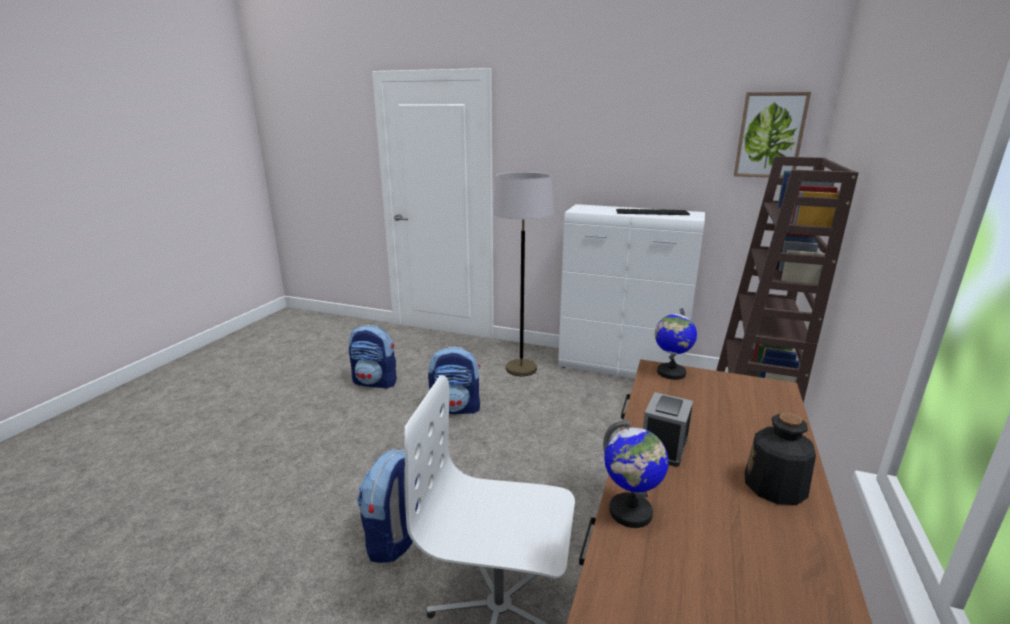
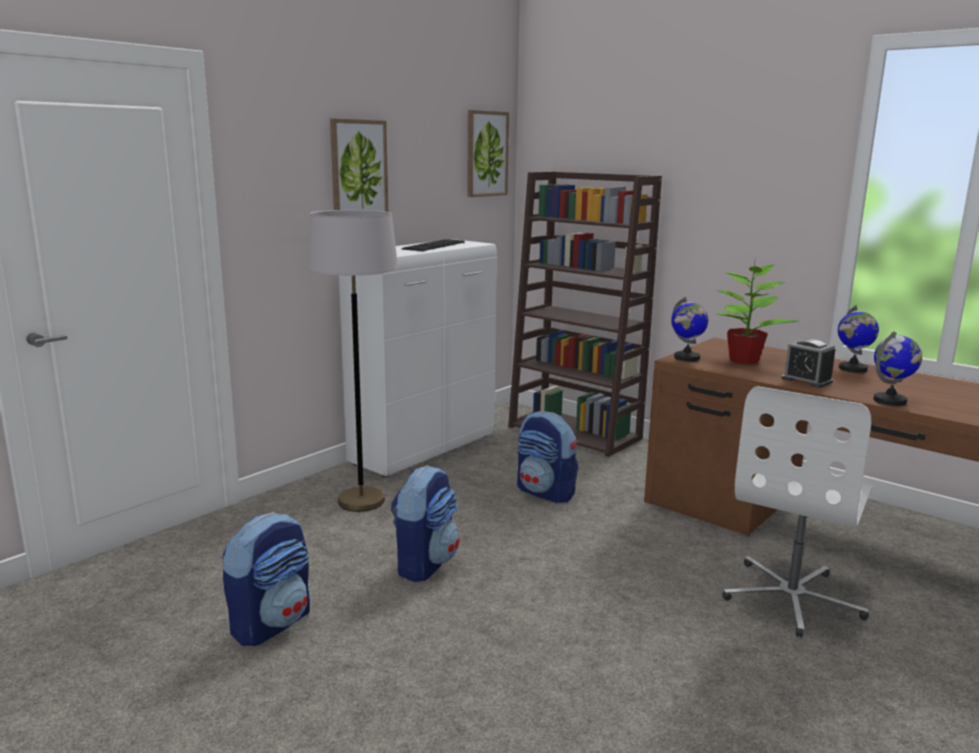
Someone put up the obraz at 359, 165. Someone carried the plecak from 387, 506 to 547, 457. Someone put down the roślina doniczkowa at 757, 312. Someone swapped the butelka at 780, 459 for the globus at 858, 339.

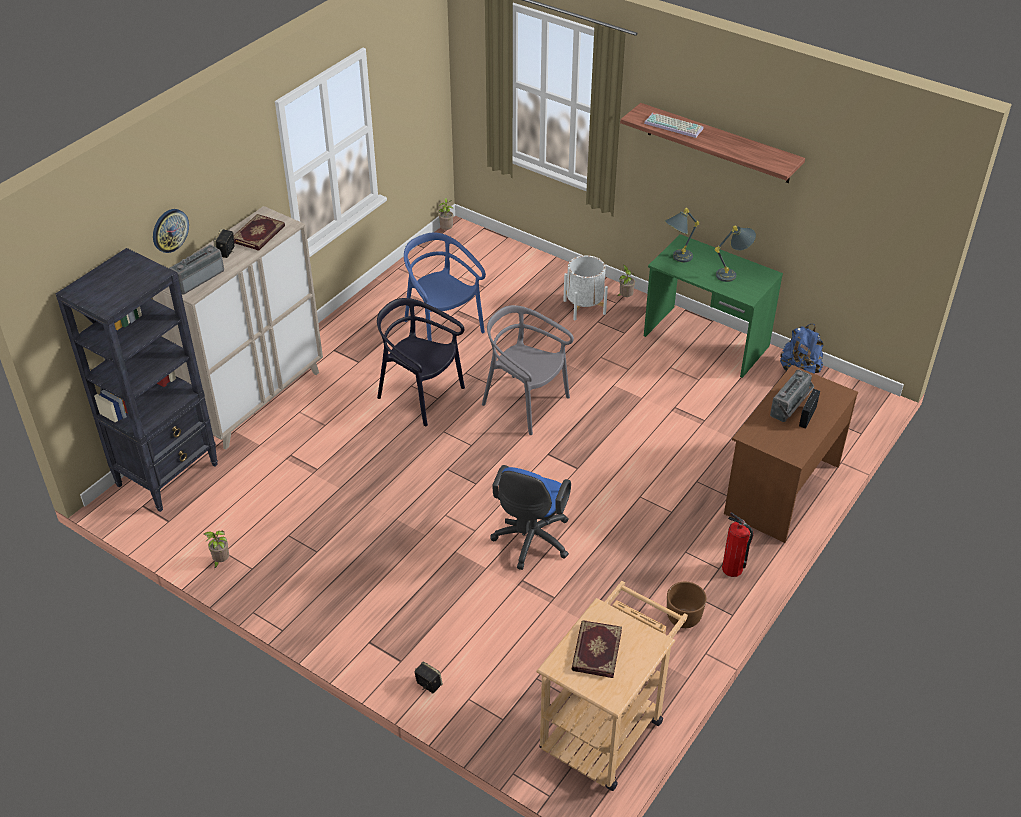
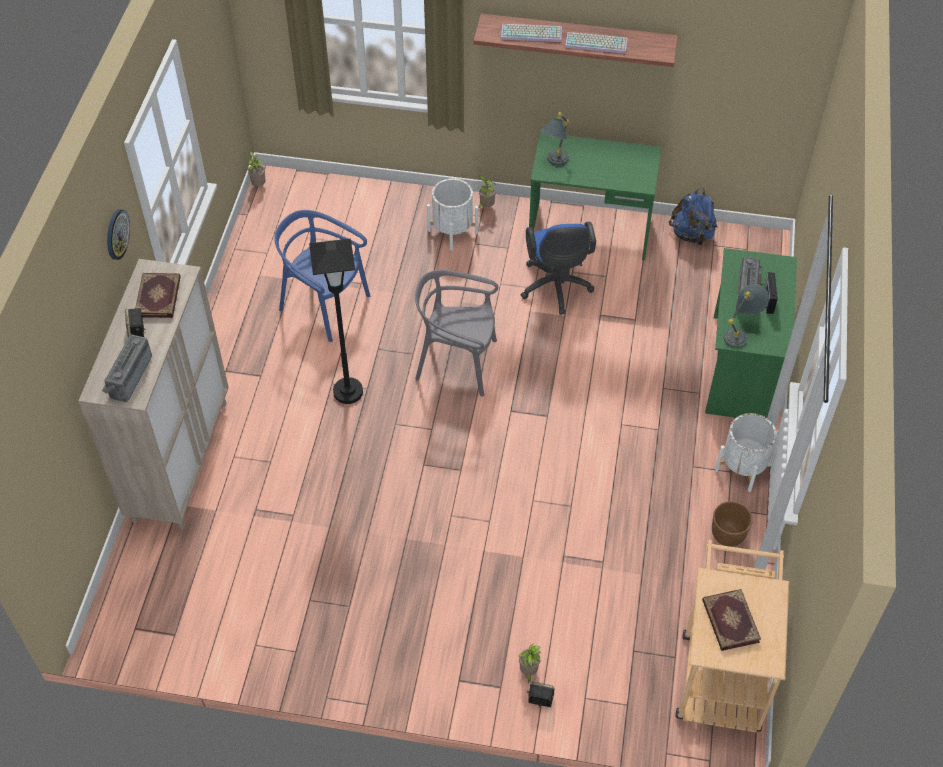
Someone carried the zegar ścienny from 171, 231 to 118, 234. Someone swapped the krzesło/czarny at 421, 362 for the lampa stojąca/czarny at 336, 321. Someone carried the roślina doniczkowa from 216, 550 to 529, 663. Someone carried the krzesło biurowe/niebieski from 531, 517 to 558, 268. Someone put down the klawiatura at 596, 43. Someone repainted the biurko/brązowy at 791, 454, which became the biurko/zielony at 751, 333. Someone swapped the gaśnica at 738, 544 for the donica/biały at 746, 452. Someone carried the lampa stołowa/szary from 735, 254 to 746, 316. Someone took away the regał/czarny at 137, 380.

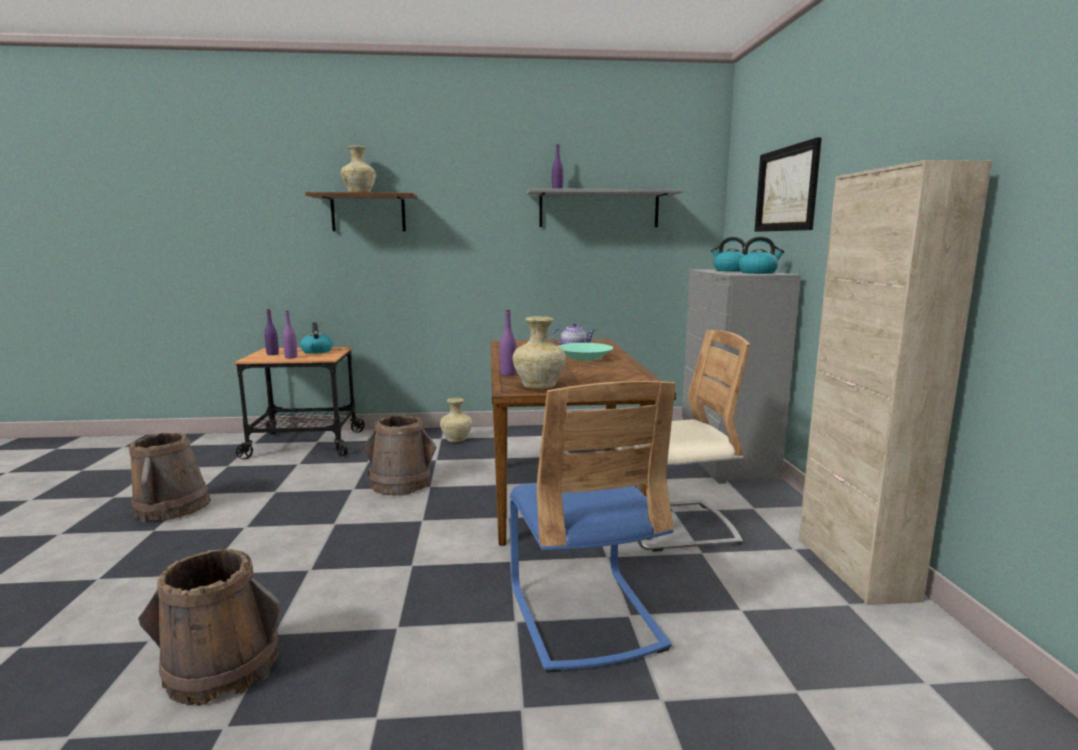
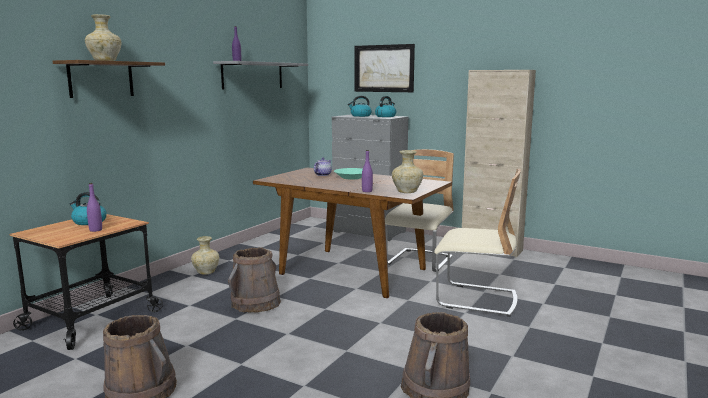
Someone repainted the krzesło/niebieski at 593, 526, which became the krzesło/beżowy at 477, 243. Someone took away the butelka/fioletowy at 271, 332.

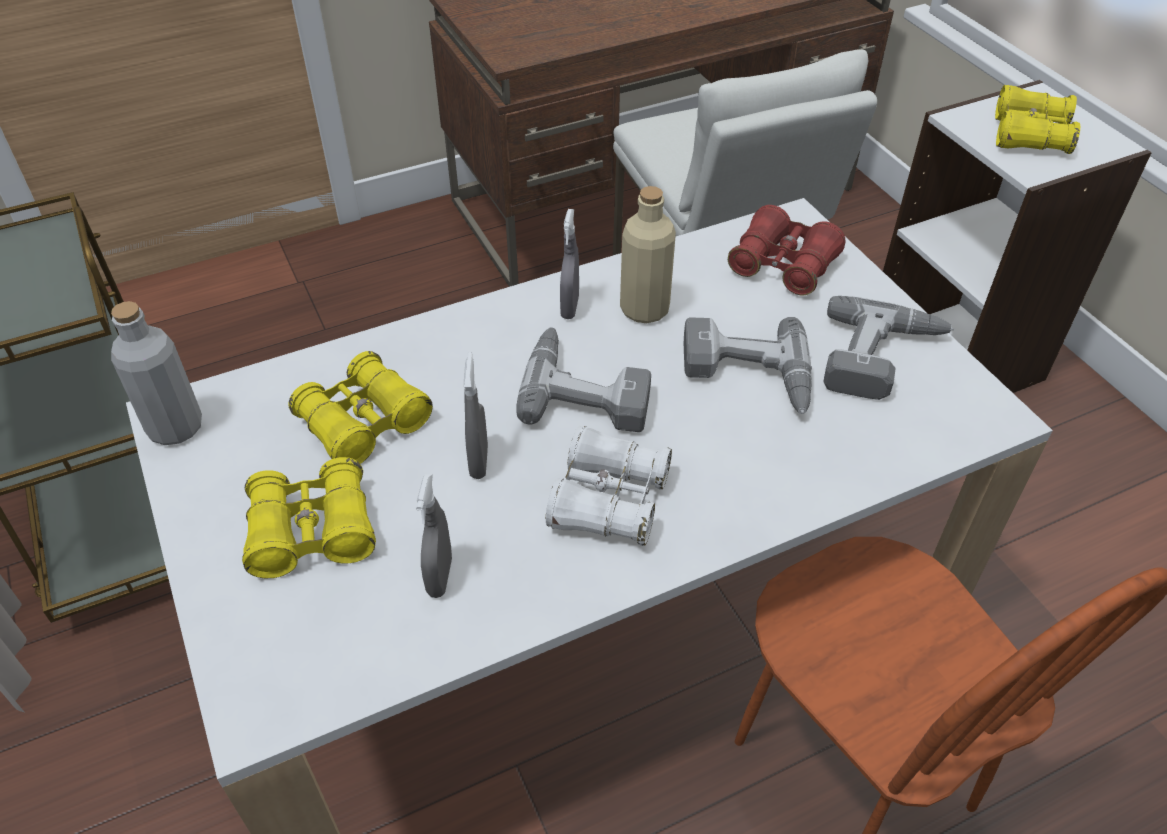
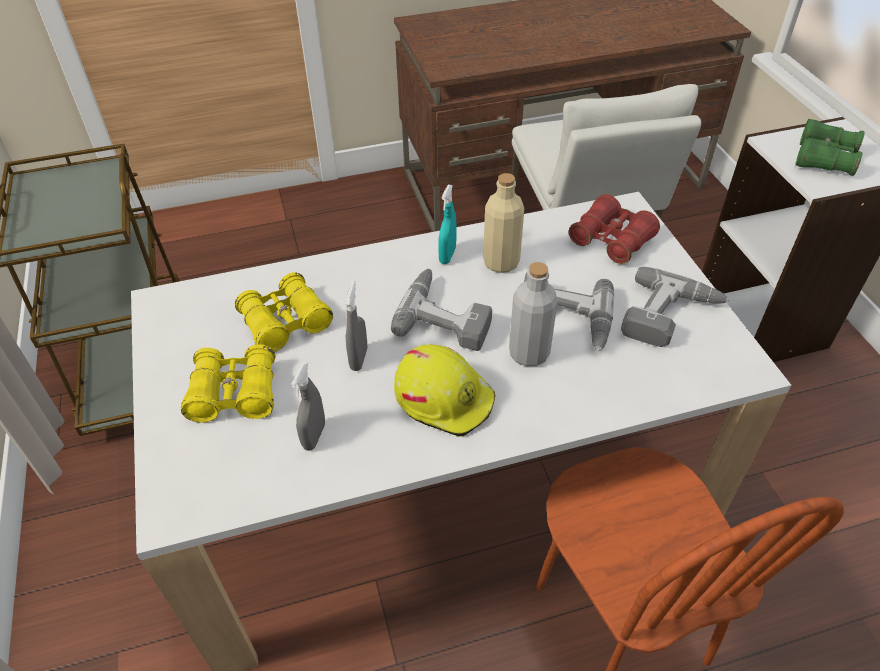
Someone swapped the lornetka/biały at 609, 486 for the kask/żółty at 445, 390. Someone repainted the spryskiwacz/szary at 569, 264, which became the spryskiwacz/turkusowy at 447, 224. Someone carried the butelka/szary from 156, 373 to 533, 314. Someone repainted the lornetka/żółty at 1037, 119, which became the lornetka/zielony at 830, 147.

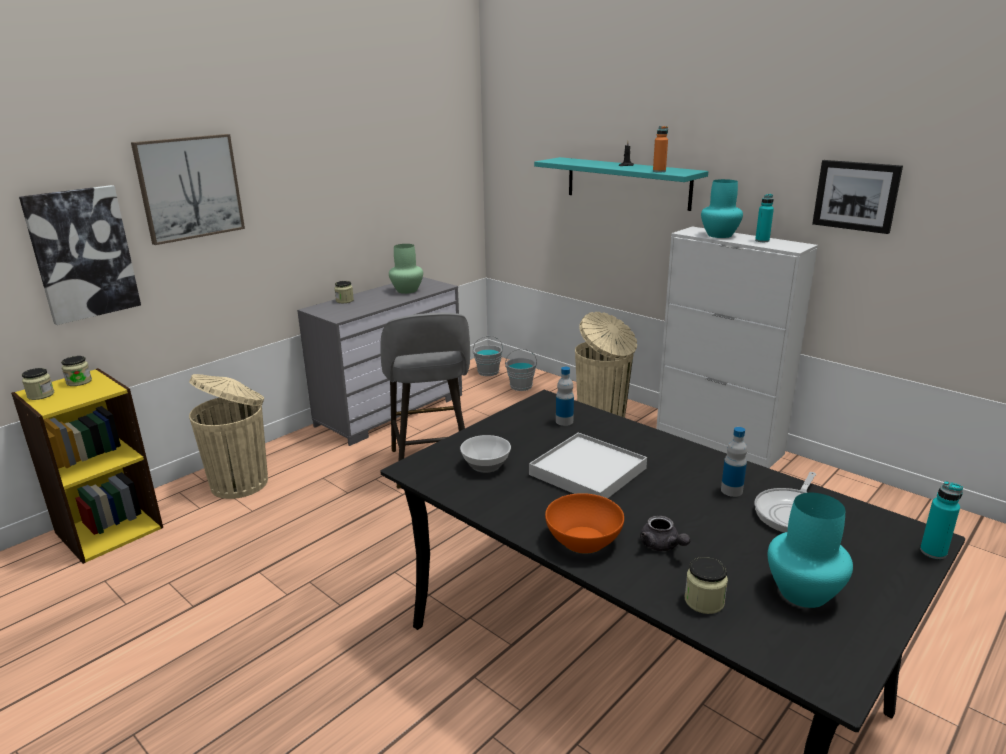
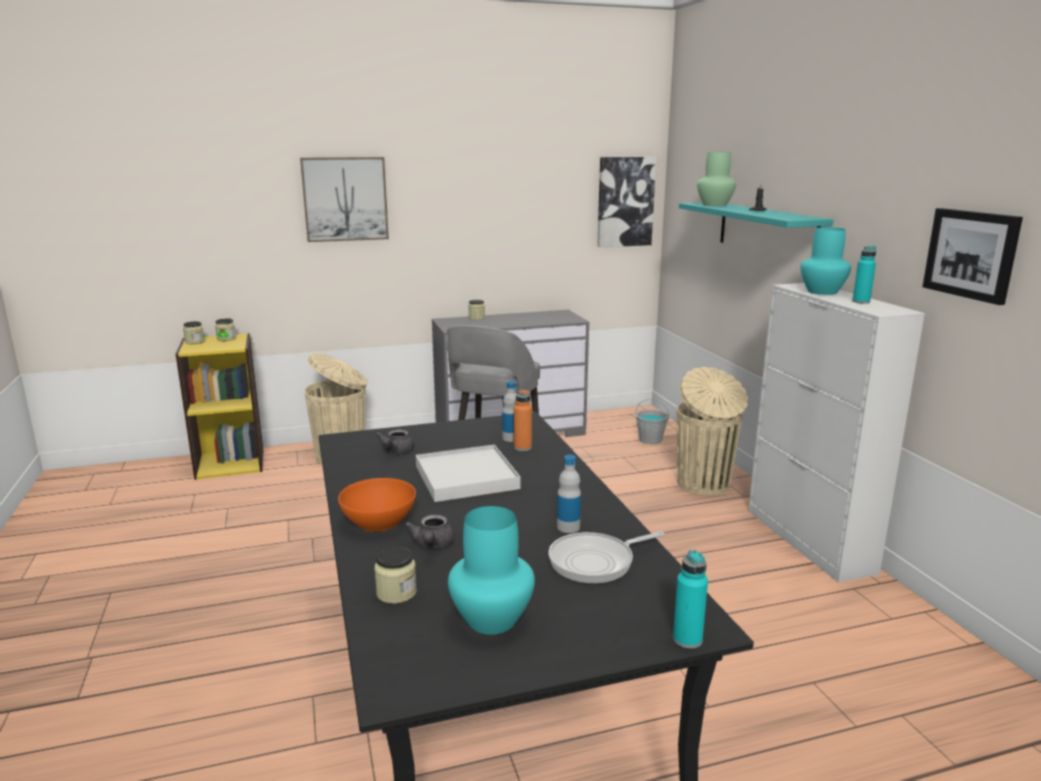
Someone swapped the miska at 485, 454 for the imbryk/szary at 395, 441. Someone carried the butelka/pomarańczowy from 660, 149 to 523, 420. Someone carried the obraz from 80, 255 to 626, 202. Someone carried the wazon/zielony from 406, 269 to 716, 179. Someone took away the wiadro/szary at 488, 356.

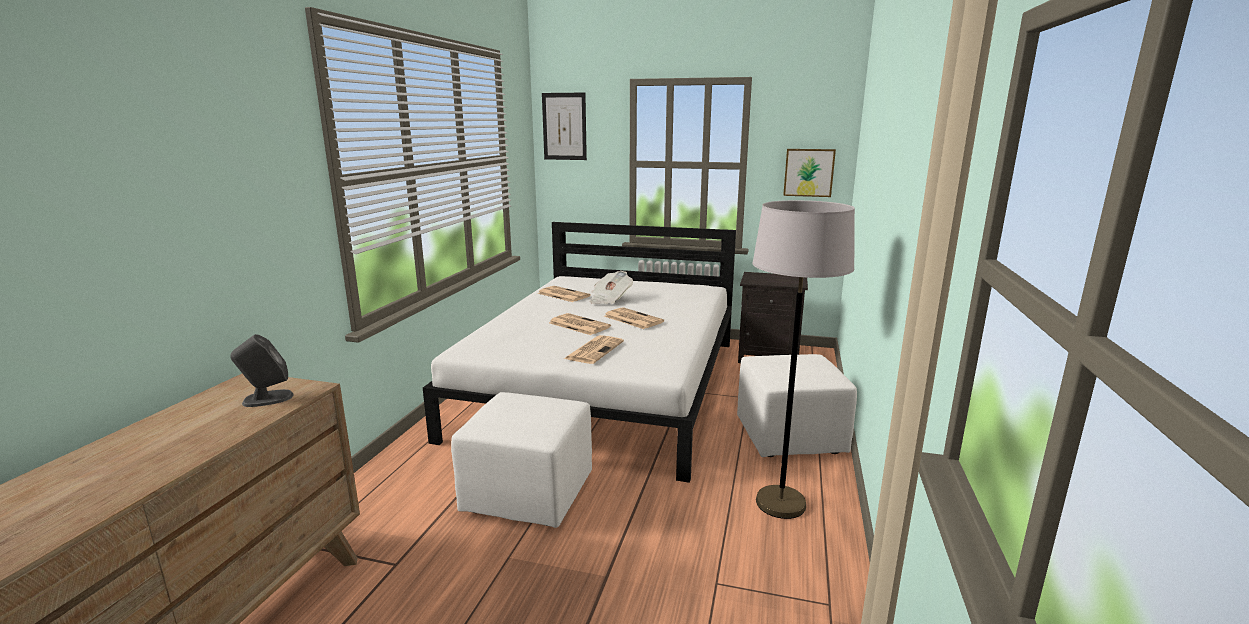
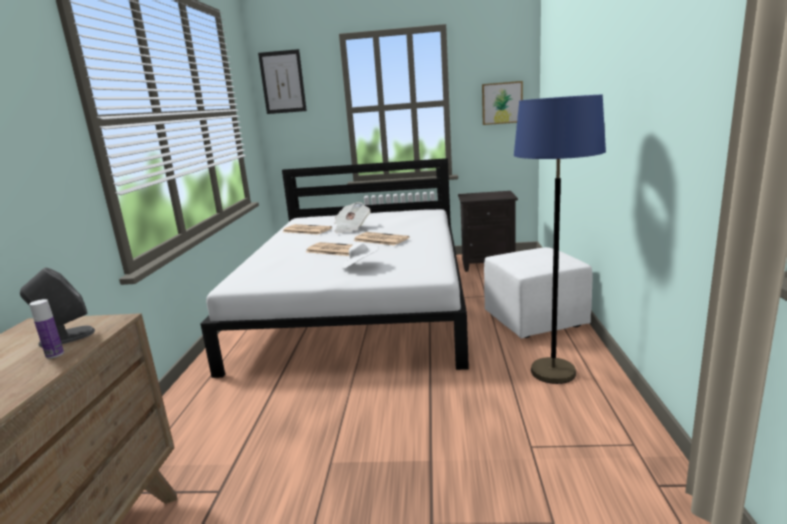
Someone put down the butelka at 46, 329. Someone swapped the gazeta at 594, 349 for the kapelusz/biały at 360, 255. Someone repainted the lampa stojąca/szary at 804, 359, which became the lampa stojąca/niebieski at 560, 239. Someone took away the pufa/biały at 521, 460.

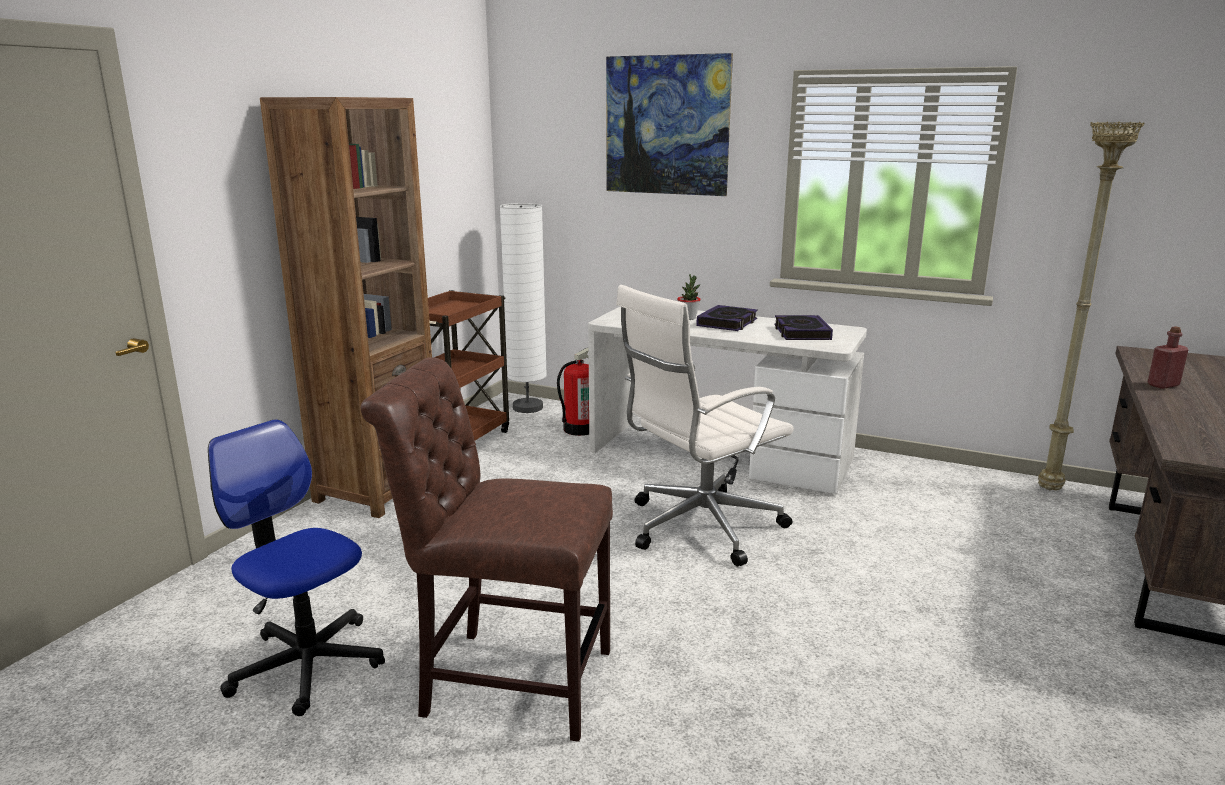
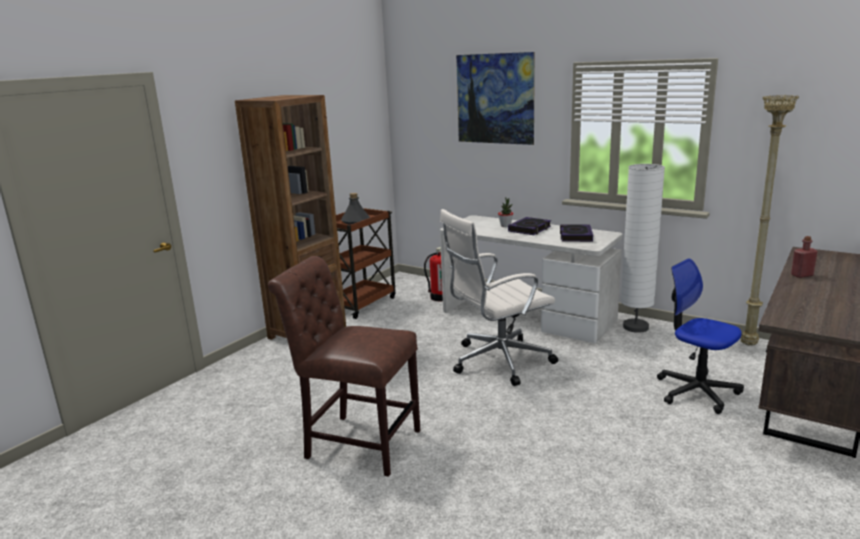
Someone put down the butelka/szary at 355, 209. Someone carried the lampa stojąca/biały from 523, 308 to 643, 248. Someone carried the krzesło biurowe from 296, 567 to 700, 336.

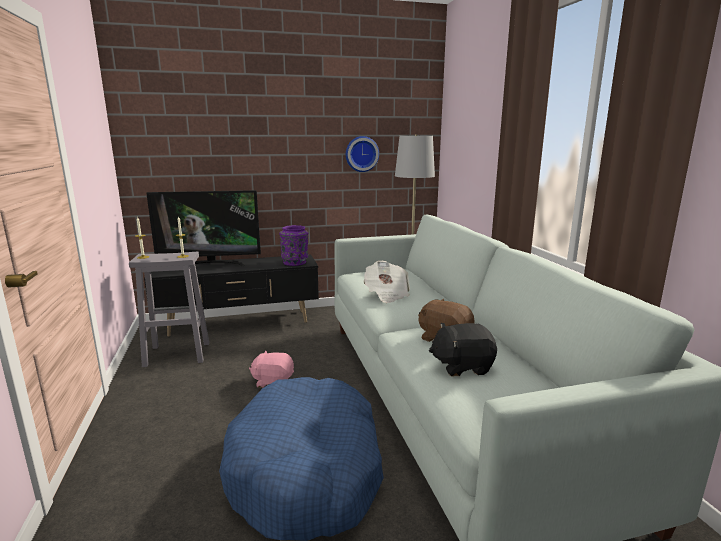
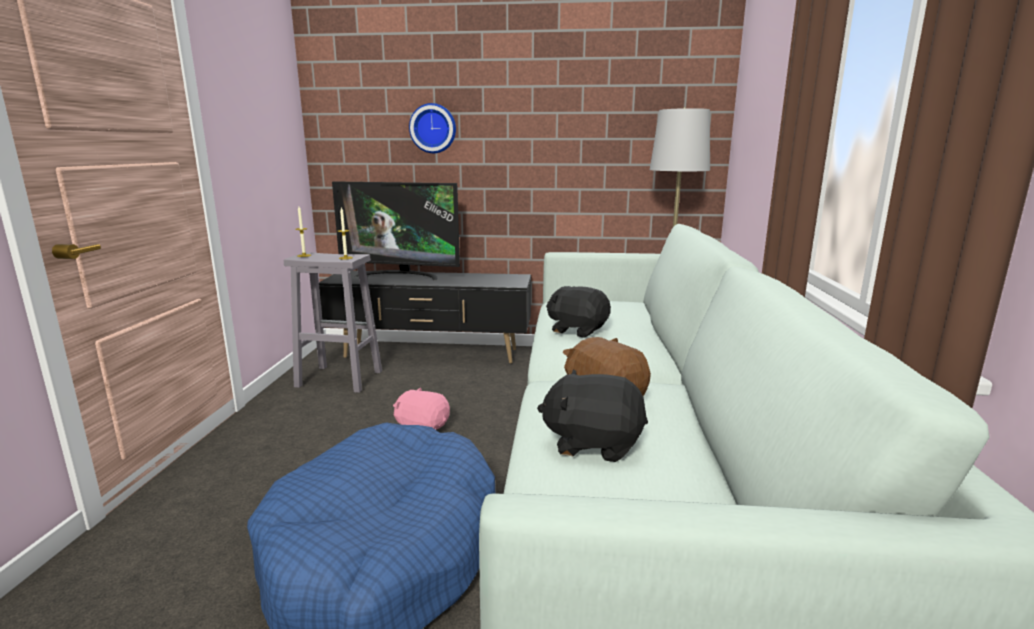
Someone carried the zegar ścienny from 362, 154 to 432, 128. Someone swapped the gazeta at 386, 282 for the pluszak/czarny at 578, 312. Someone took away the wazon/fioletowy at 293, 245.

